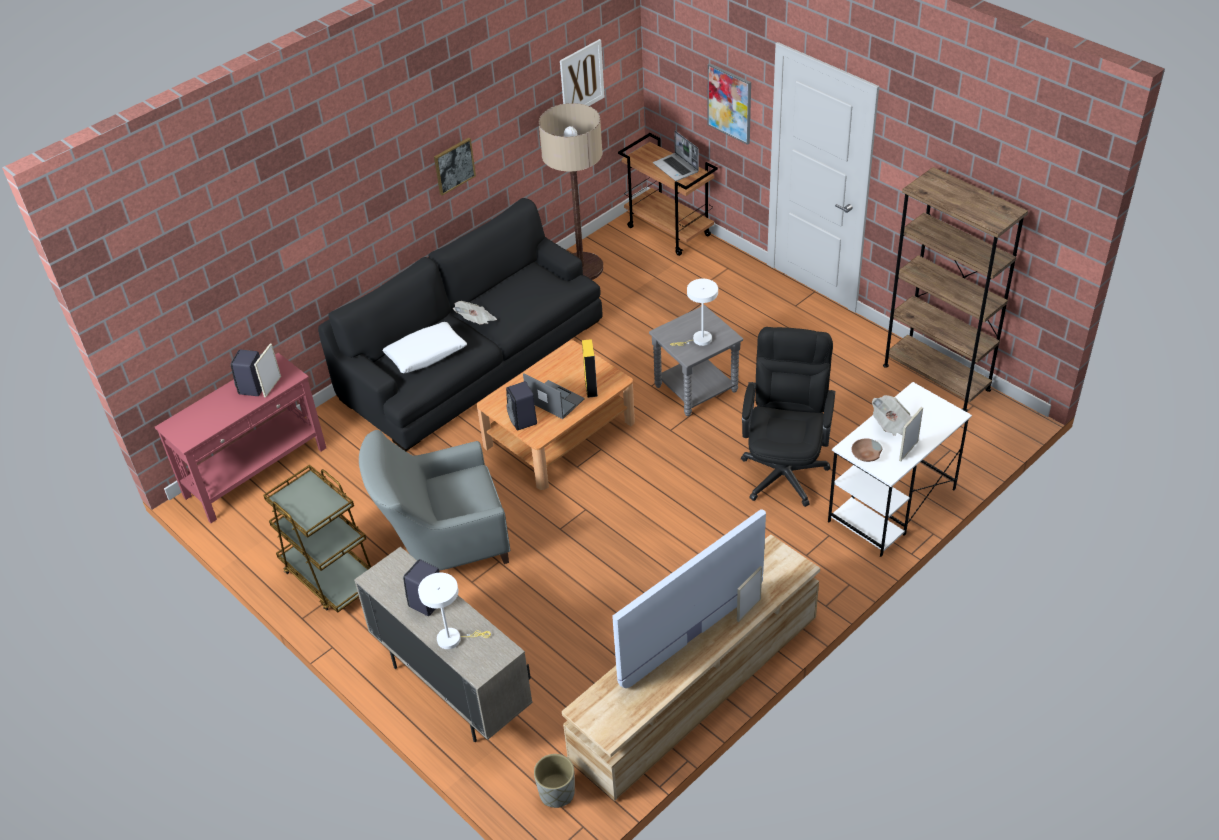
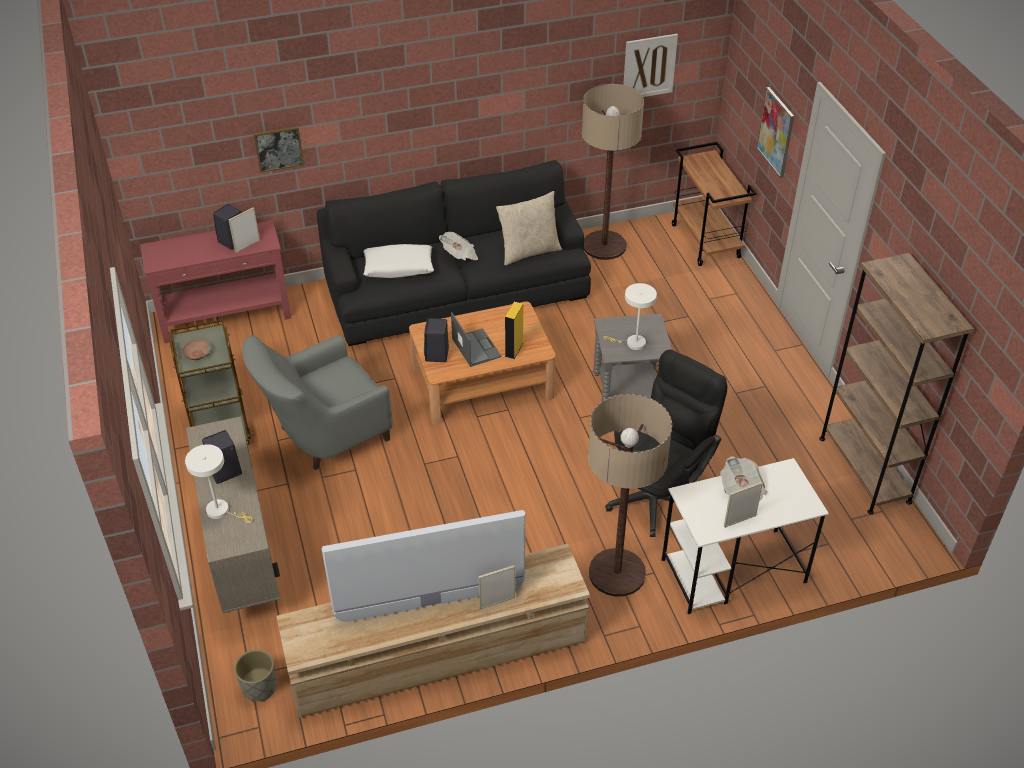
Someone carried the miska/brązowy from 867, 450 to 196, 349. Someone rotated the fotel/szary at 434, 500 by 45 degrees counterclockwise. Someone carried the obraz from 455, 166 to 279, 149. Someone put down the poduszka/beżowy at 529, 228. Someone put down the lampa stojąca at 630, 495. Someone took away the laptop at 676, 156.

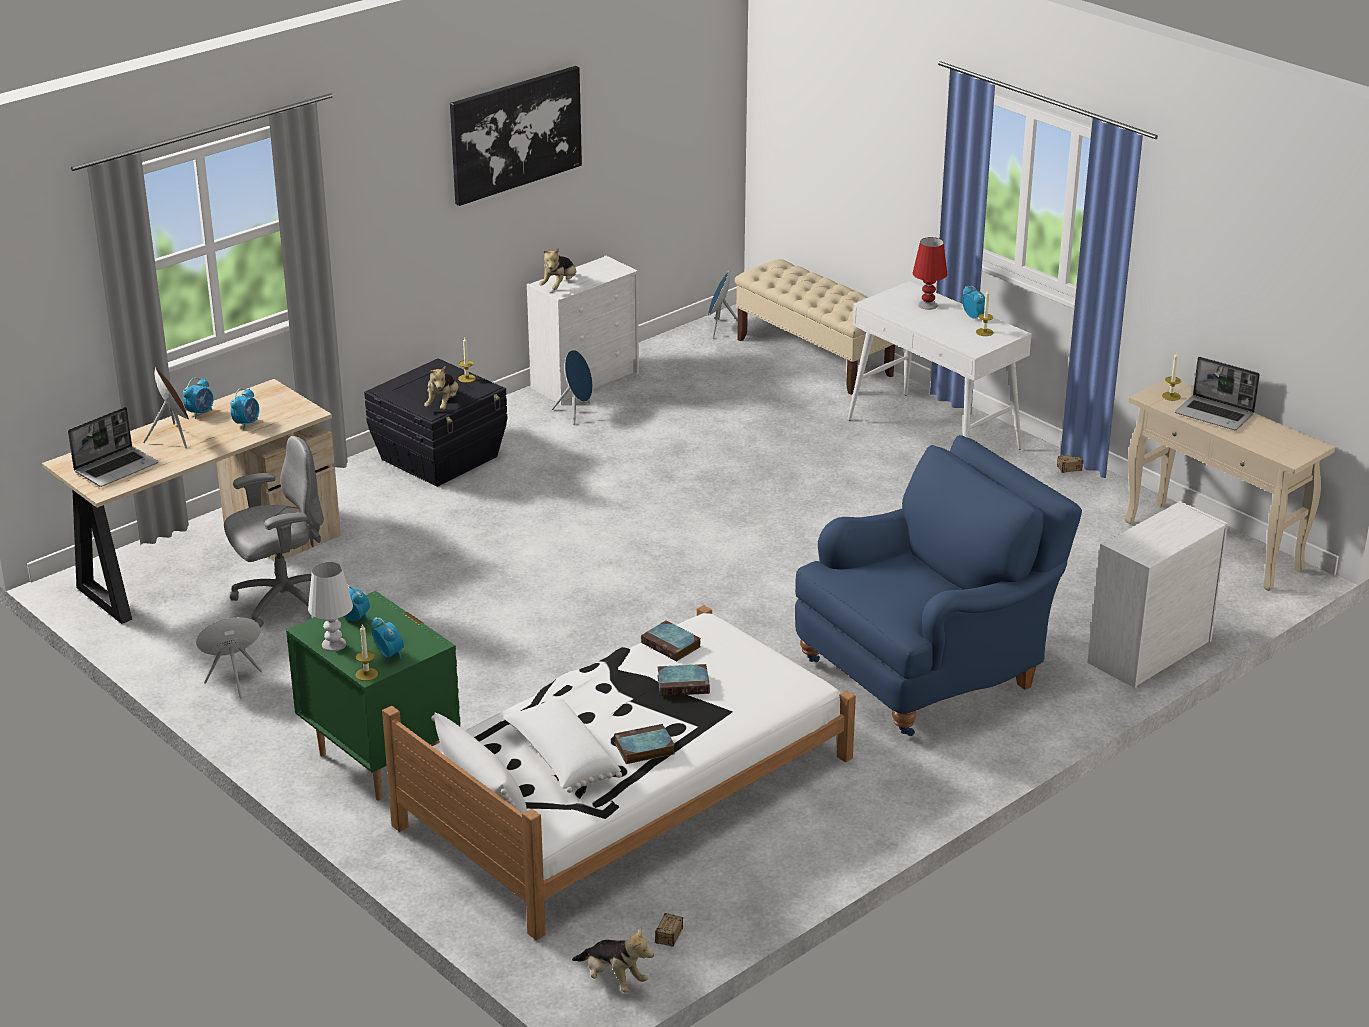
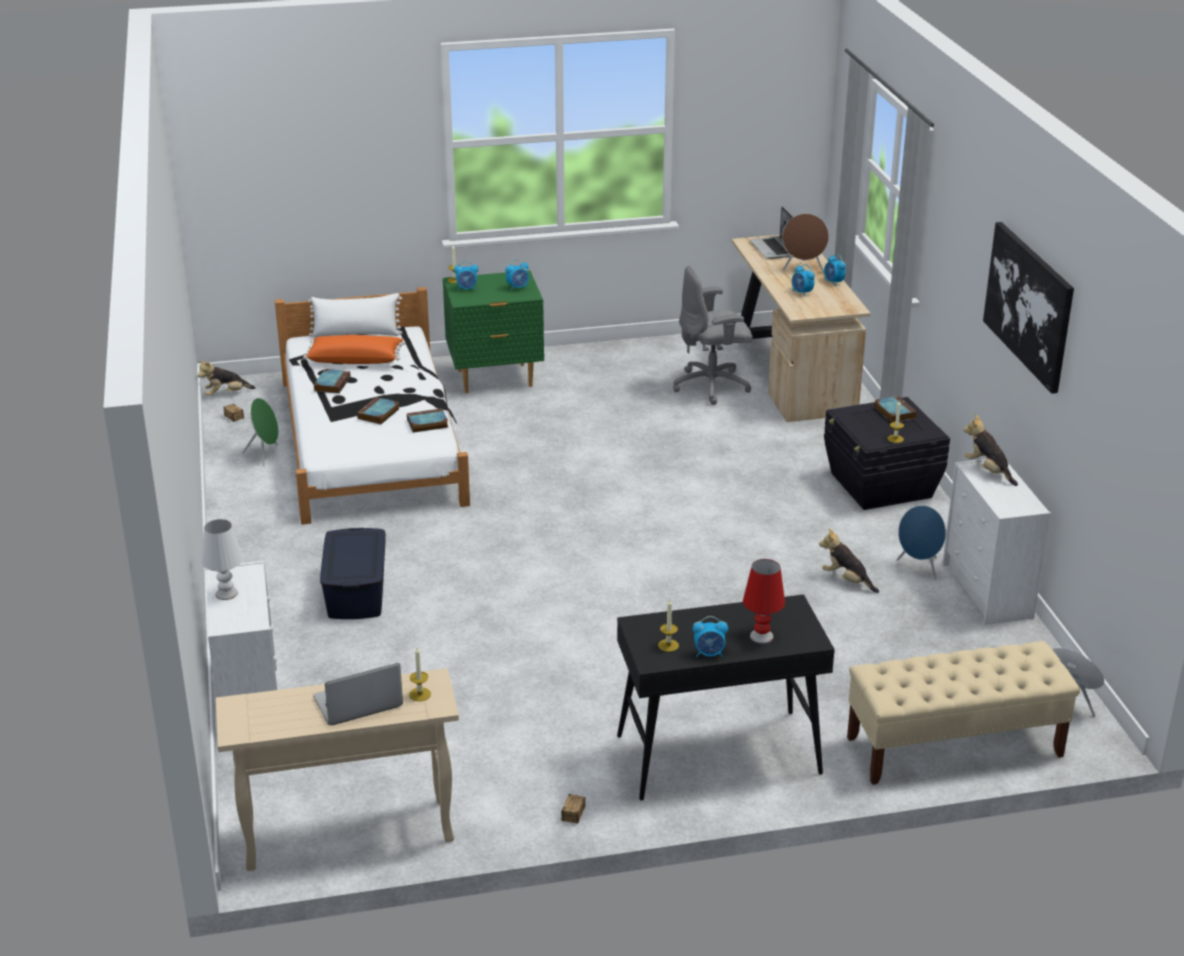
Someone carried the lampa stołowa/biały from 330, 607 to 222, 559. Someone carried the głośnik/zielony from 229, 657 to 260, 432. Someone repainted the poduszka/biały at 562, 746, which became the poduszka/pomarańczowy at 354, 349. Someone swapped the fotel/niebieski at 938, 585 for the pojemnik do przechowywania/niebieski at 353, 573. Someone repainted the stolik konsolowy/biały at 939, 365, which became the stolik konsolowy/czarny at 726, 697. Someone rotated the krzesło biurowe/szary at 274, 532 by 75 degrees clockwise. Someone carried the pluszak from 441, 388 to 849, 560. Someone put down the książka at 895, 409.

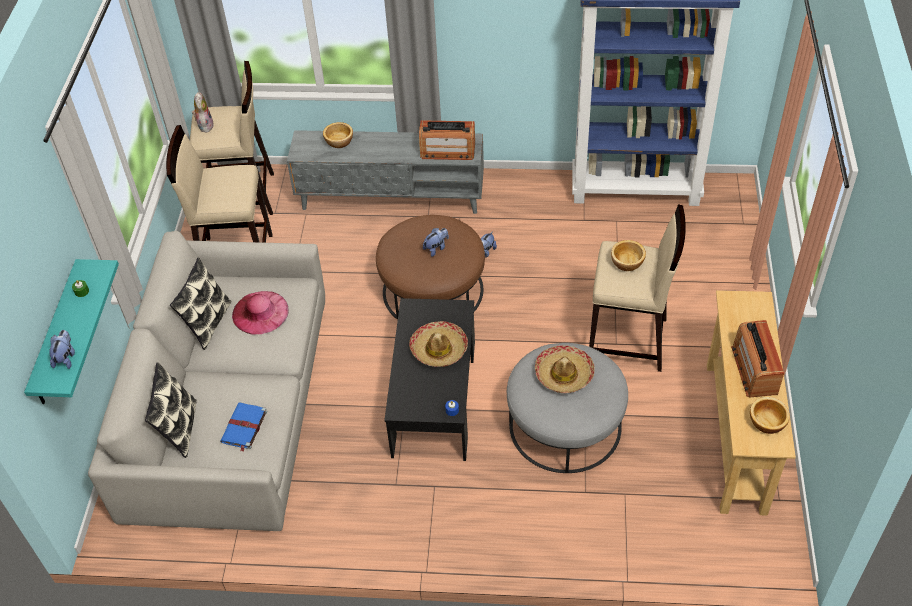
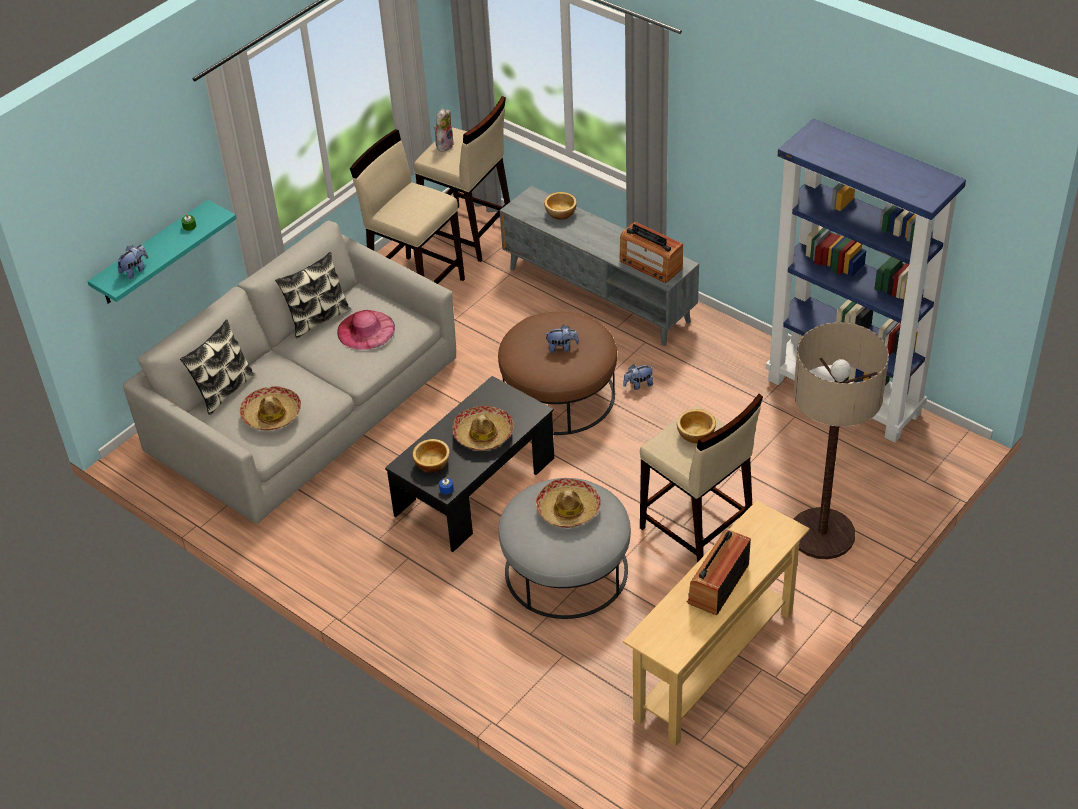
Someone swapped the książka/niebieski at 243, 427 for the kapelusz at 270, 408. Someone carried the miska from 770, 415 to 431, 456. Someone put down the lampa stojąca at 841, 440.

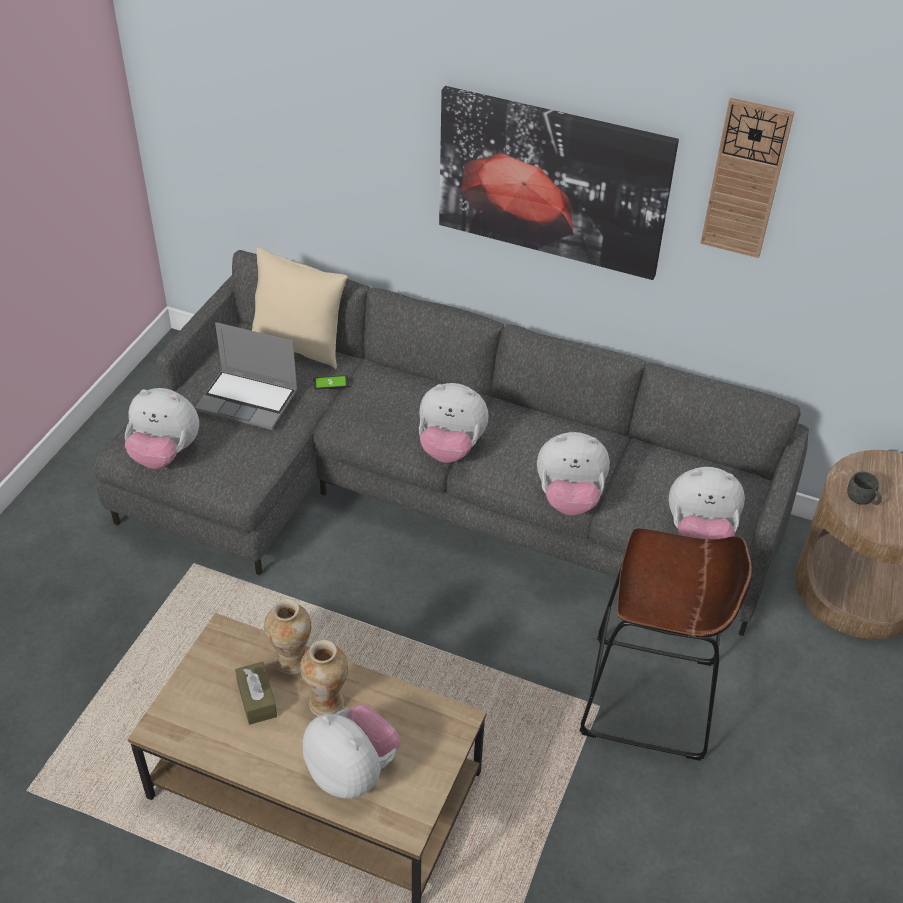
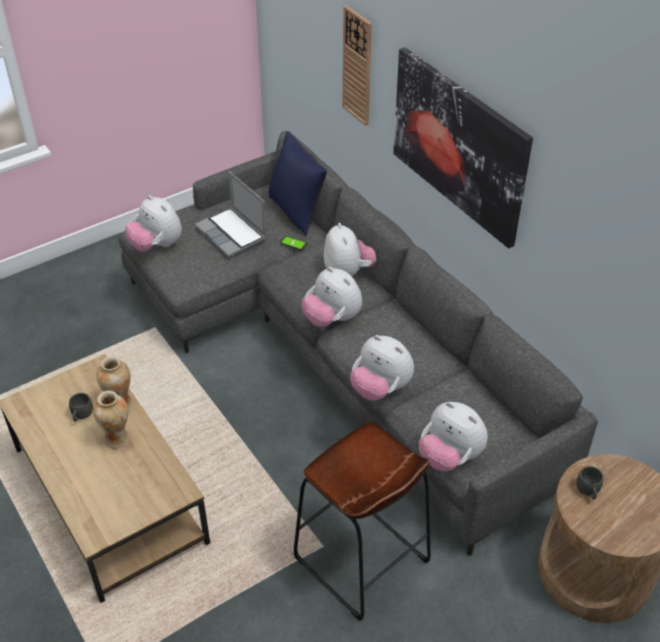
Someone swapped the pudełko chusteczek/brązowy at 256, 693 for the kubek/szary at 81, 407. Someone repainted the poduszka/beżowy at 300, 308, which became the poduszka/niebieski at 298, 183. Someone carried the pluszak from 351, 751 to 350, 249. Someone carried the zegar ścienny from 747, 178 to 357, 65.

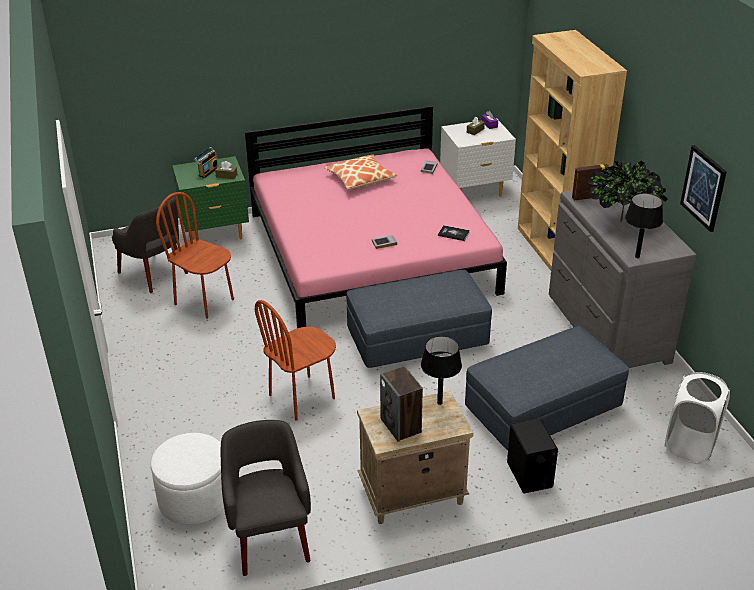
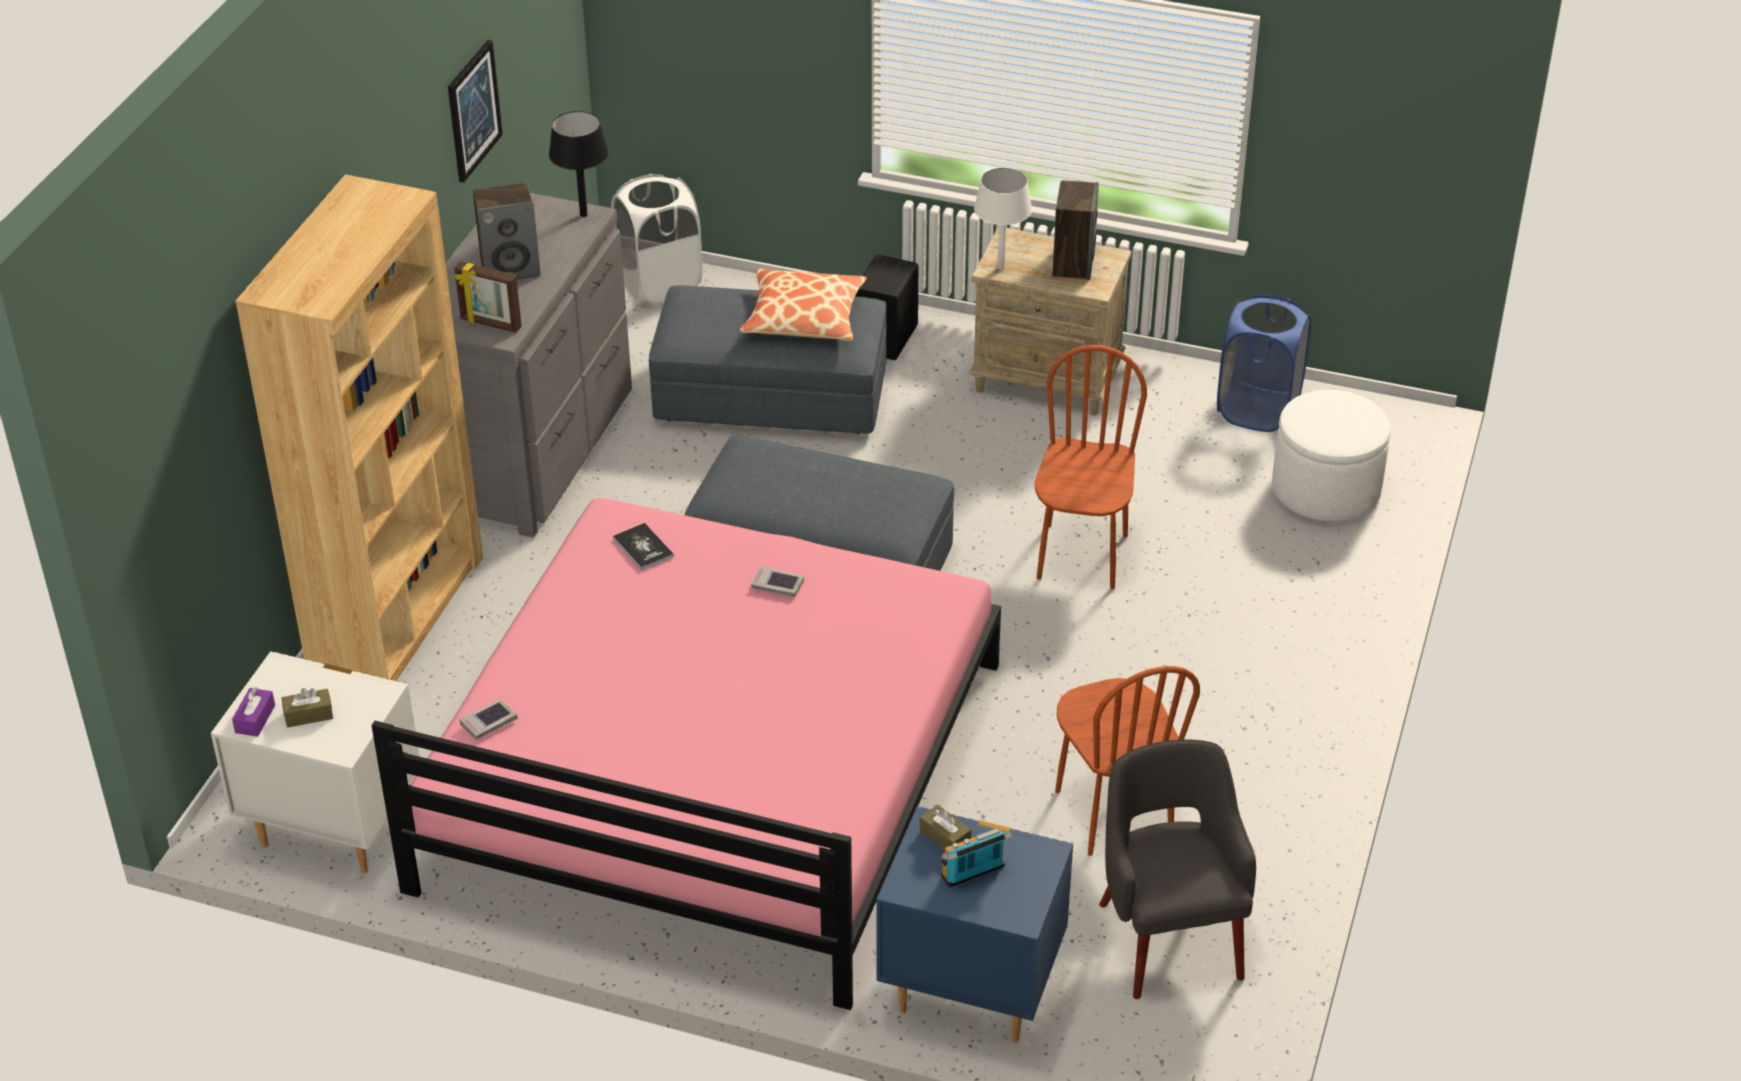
Someone swapped the roślina doniczkowa at 627, 191 for the głośnik at 507, 231. Someone carried the poduszka from 360, 172 to 803, 305. Someone repainted the szafka nocna/zielony at 210, 198, which became the szafka nocna/niebieski at 974, 924. Someone repainted the lampa stołowa/czarny at 441, 370, which became the lampa stołowa/biały at 1003, 219. Someone rotated the krzesło/brązowy at 295, 360 by 75 degrees counterclockwise. Someone swapped the fotel/szary at 266, 498 for the kosz na pranie/niebieski at 1264, 363.

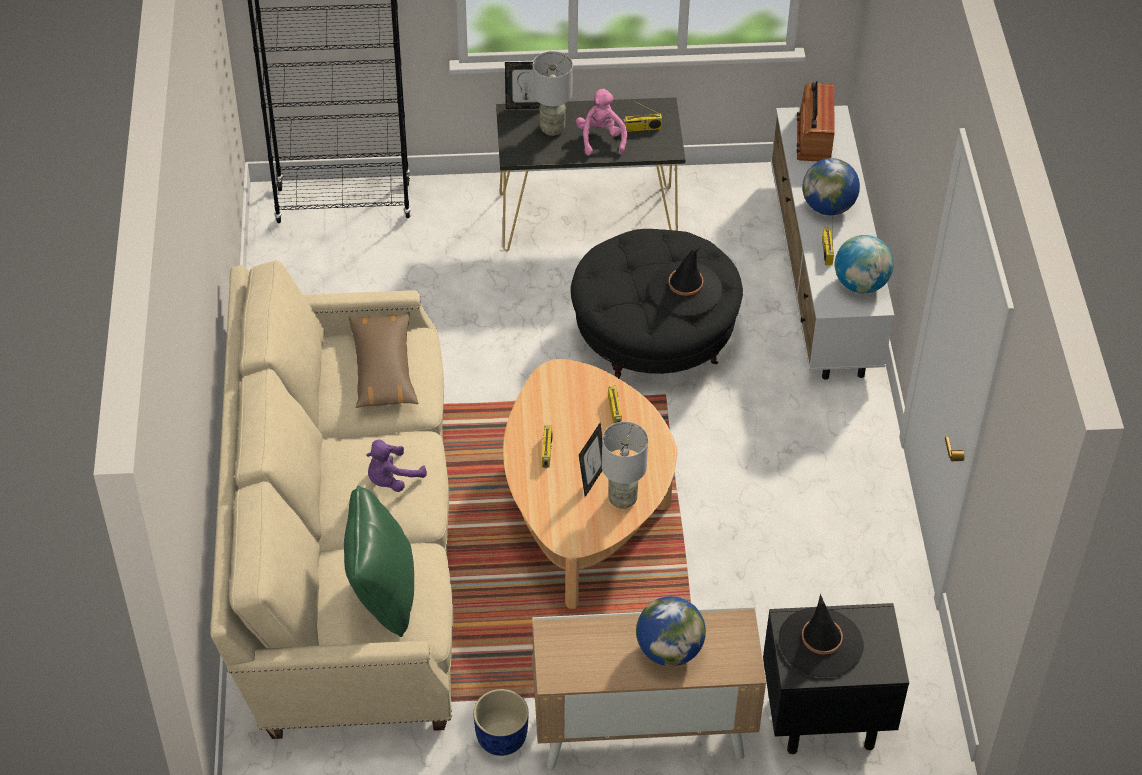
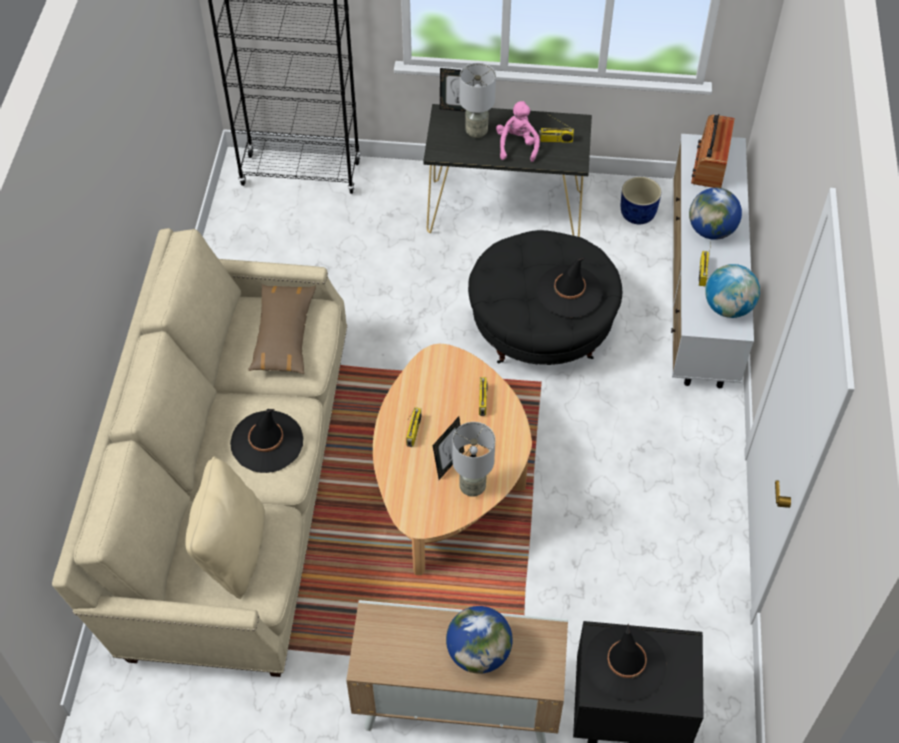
Someone repainted the poduszka/zielony at 379, 561, which became the poduszka/beżowy at 225, 528. Someone swapped the pluszak/fioletowy at 396, 466 for the kapelusz/czarny at 266, 441. Someone carried the donica/niebieski from 501, 722 to 641, 200.

